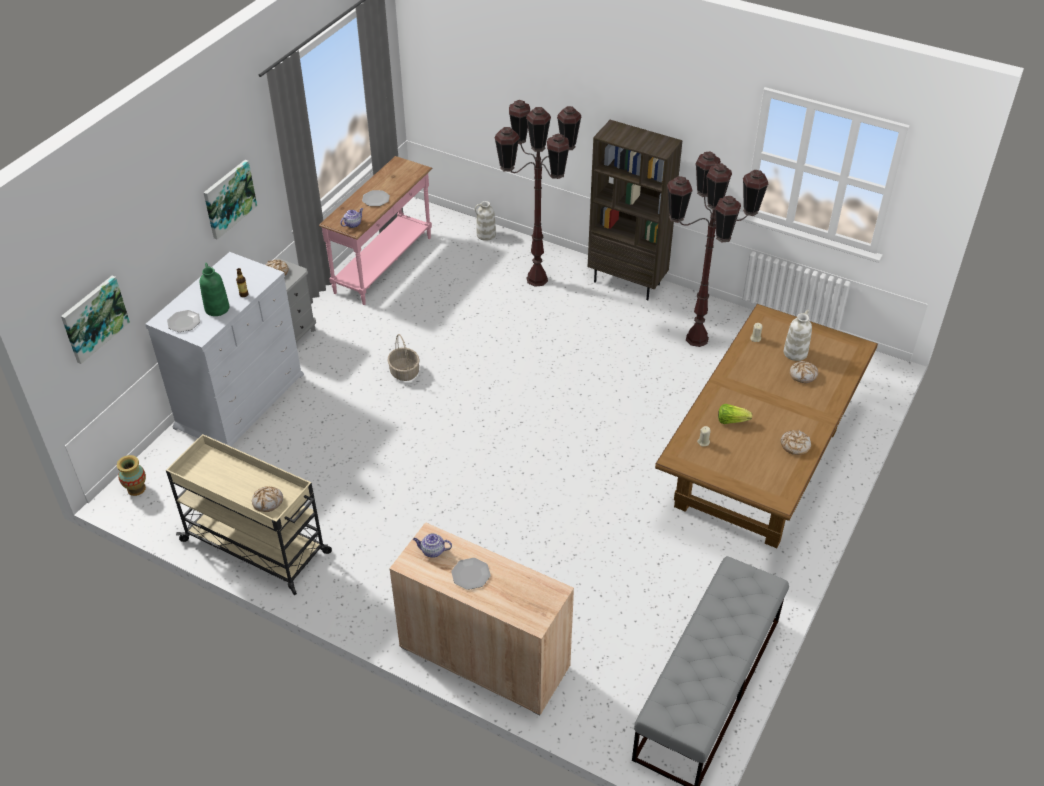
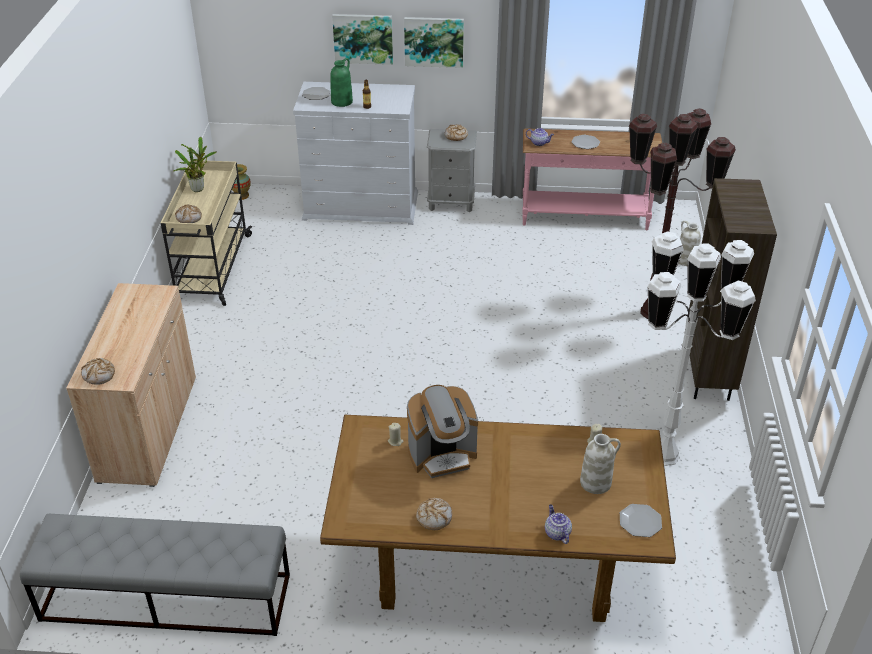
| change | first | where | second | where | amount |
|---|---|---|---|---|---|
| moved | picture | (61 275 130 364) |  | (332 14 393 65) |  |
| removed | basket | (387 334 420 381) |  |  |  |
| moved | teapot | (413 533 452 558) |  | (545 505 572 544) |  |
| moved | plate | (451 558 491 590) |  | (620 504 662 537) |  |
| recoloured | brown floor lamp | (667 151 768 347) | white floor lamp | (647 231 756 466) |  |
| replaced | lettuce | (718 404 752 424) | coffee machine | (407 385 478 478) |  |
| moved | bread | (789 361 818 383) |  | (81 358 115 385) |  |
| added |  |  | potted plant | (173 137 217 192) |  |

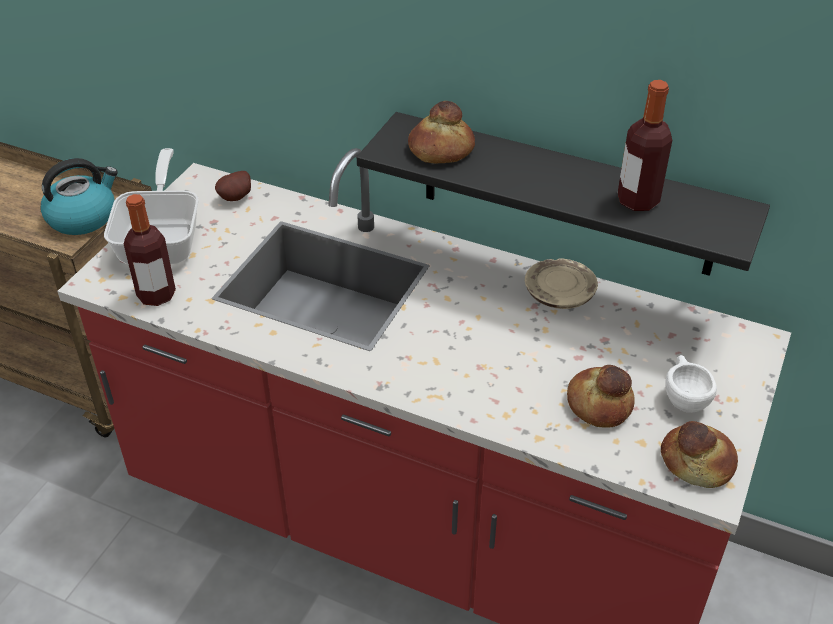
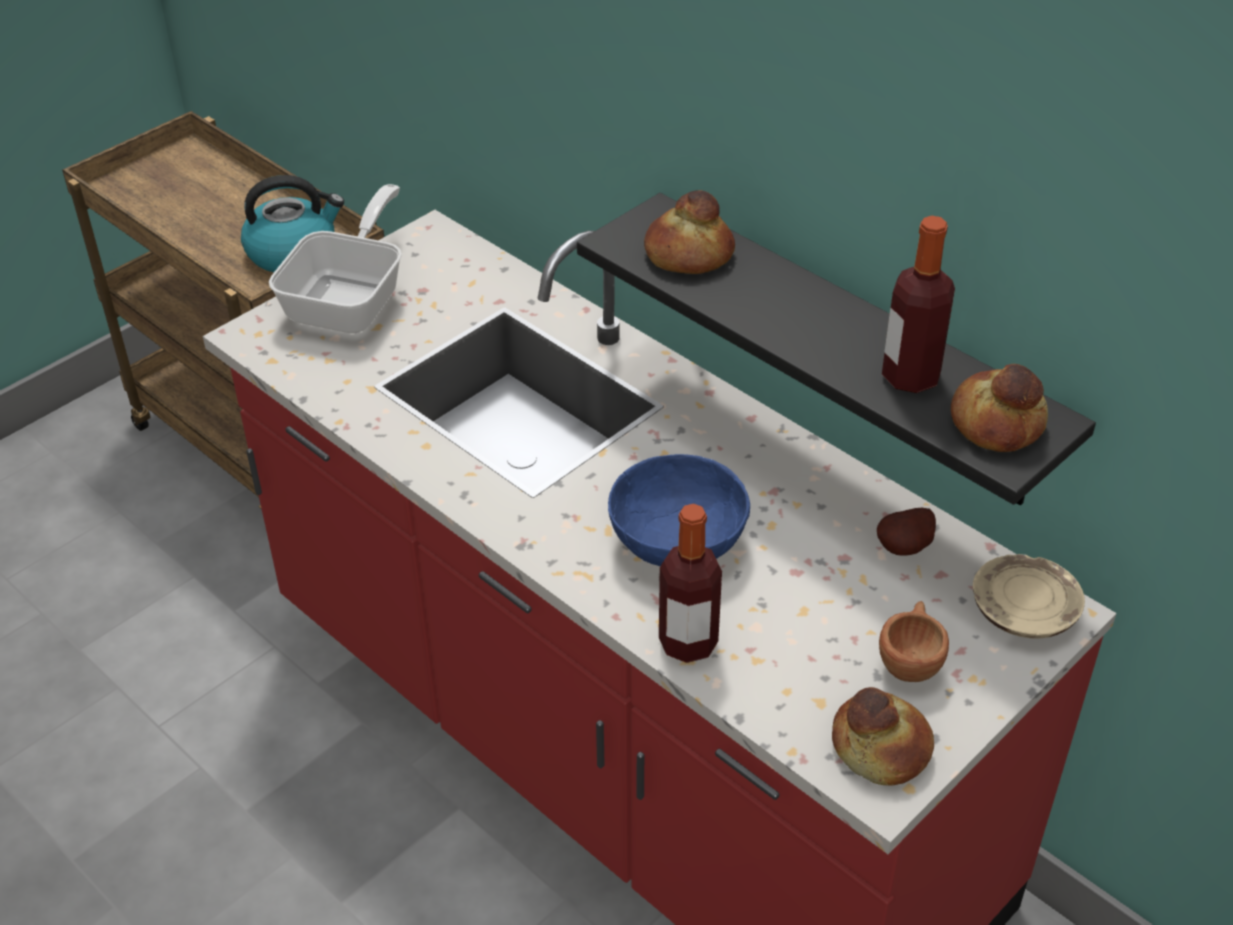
| change | first | where | second | where | amount |
|---|---|---|---|---|---|
| moved | bottle | (124 194 176 306) |  | (659 504 722 663) |  |
| moved | potato | (215 171 251 201) |  | (877 508 936 555) |  |
| moved | beige plate | (525 258 598 309) |  | (973 554 1085 638) |  |
| moved | bread | (567 365 635 428) |  | (951 364 1048 452) |  |
| recoloured | white cup | (665 355 717 413) | brown cup | (879 601 949 682) |  |
| added |  |  | blue bowl | (608 454 750 566) |  |

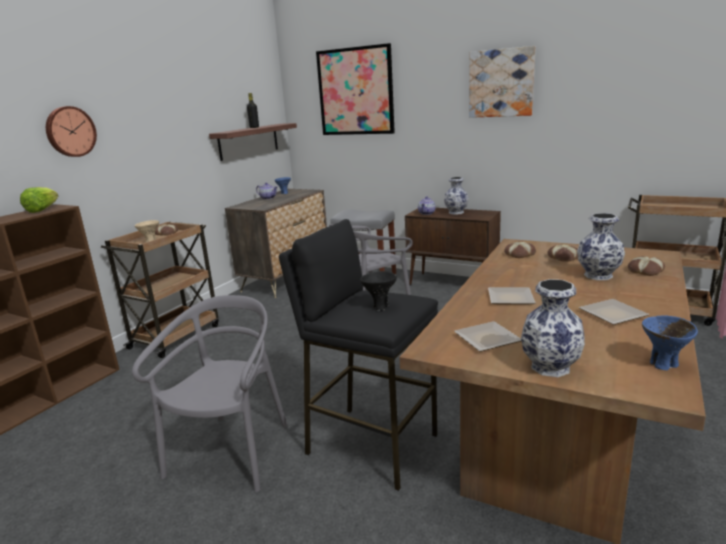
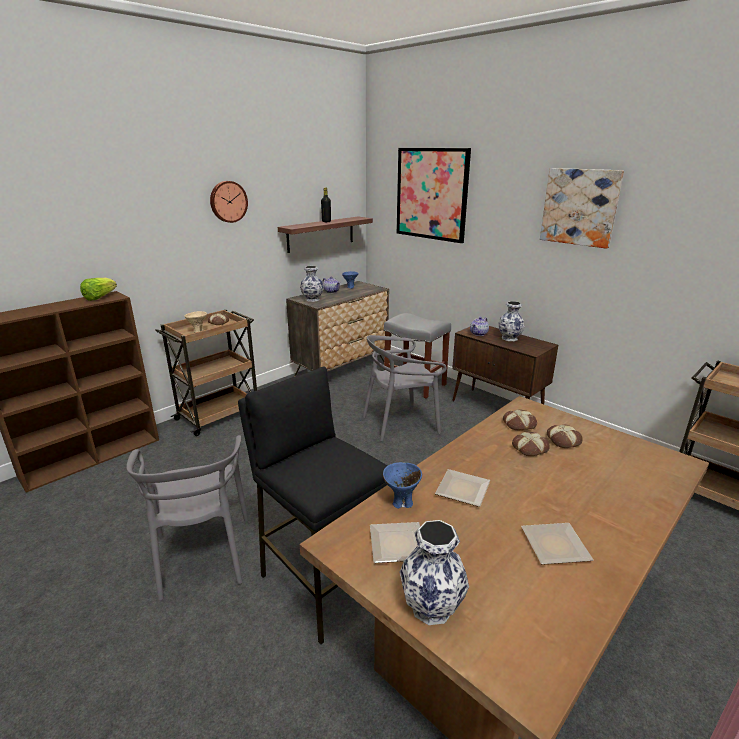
| change | first | where | second | where | amount |
|---|---|---|---|---|---|
| moved | wall clock | (46 106 97 157) |  | (210 181 248 223) |  |
| turned | grey chair | (132 295 288 492) |  | (126 435 249 600) | 135 degrees clockwise |
| removed | black bowl | (360 271 397 311) |  |  |  |
| moved | vase | (577 213 625 280) |  | (300 266 323 302) |  |
| moved | bread | (628 256 665 276) |  | (512 432 550 456) |  |
| moved | blue bowl | (642 316 698 370) |  | (383 462 422 508) |  |

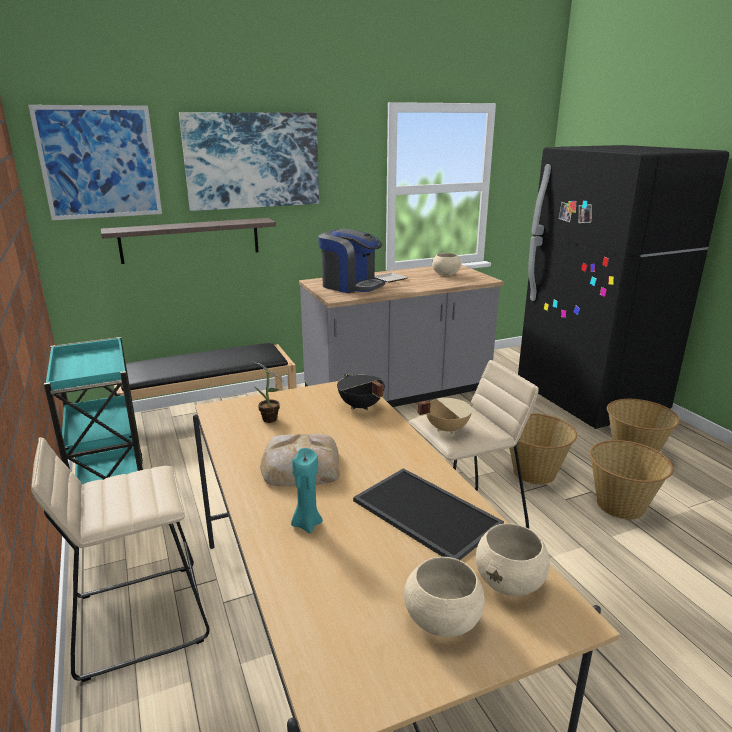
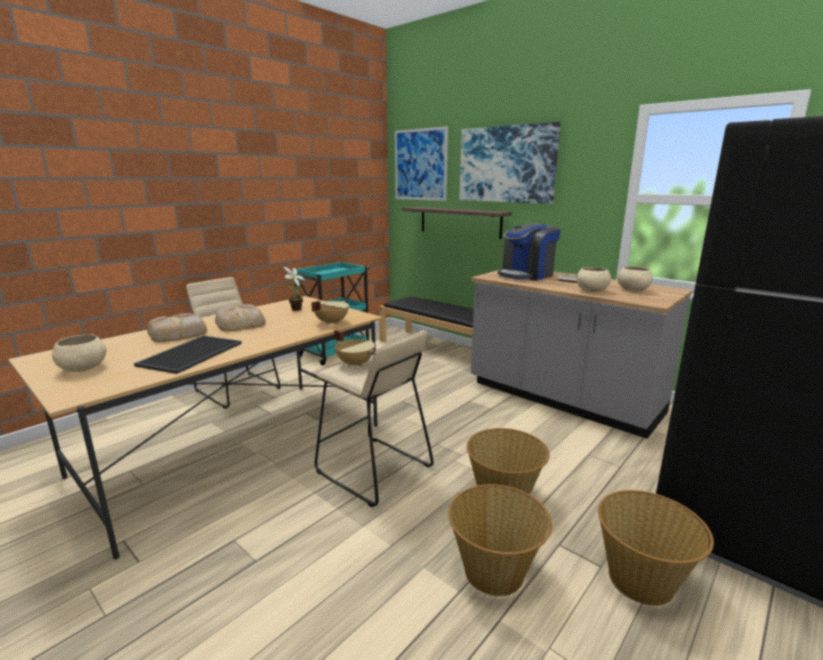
| change | first | where | second | where | amount |
|---|---|---|---|---|---|
| replaced | turquoise candle | (291 448 323 533) | bread | (147 313 207 342) |  |
| turned | coffee machine | (318 229 385 293) |  | (498 223 561 281) | 45 degrees clockwise |
| recoloured | black cooking pot | (337 374 385 410) | beige cooking pot | (311 301 349 325) |  |
| moved | beige bowl | (476 523 550 596) |  | (576 267 611 292) |  |

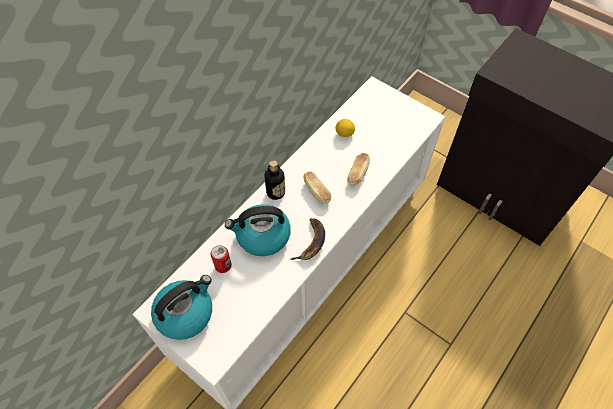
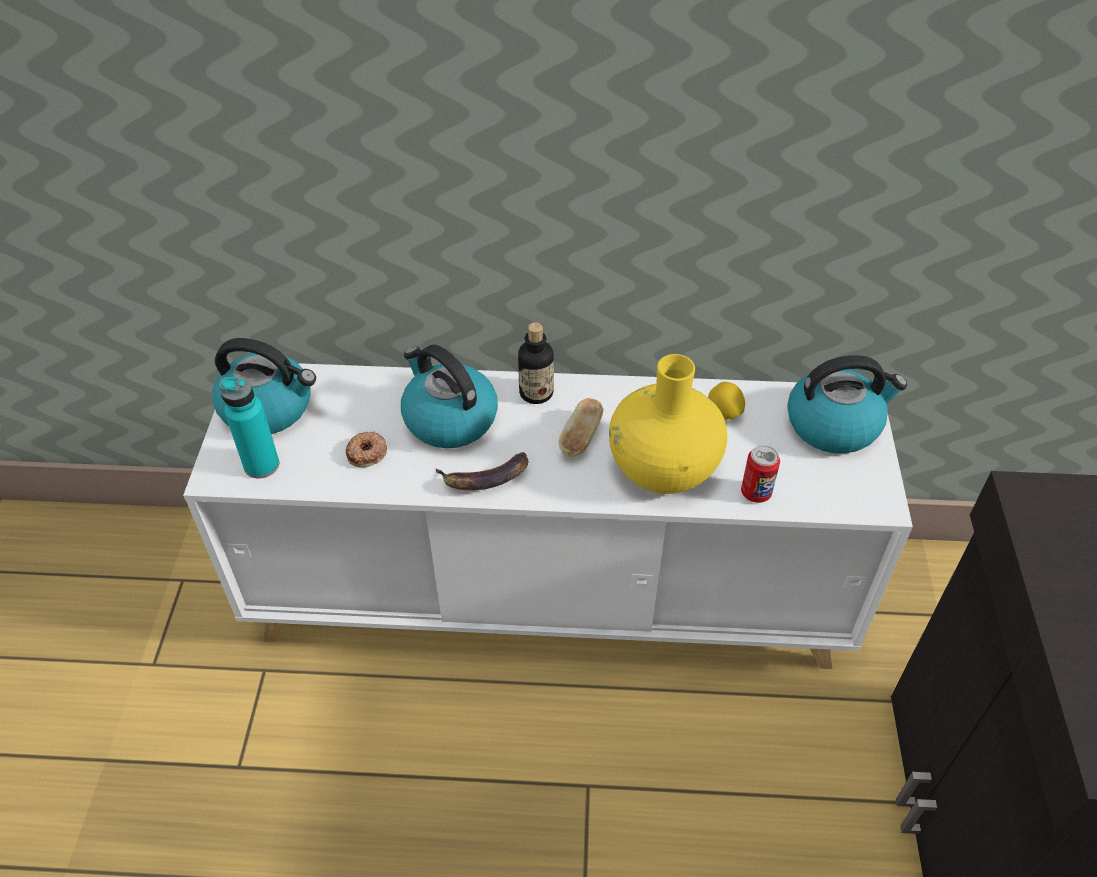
| change | first | where | second | where | amount |
|---|---|---|---|---|---|
| moved | can | (211 245 232 273) |  | (741 445 780 503) |  |
| replaced | bread | (347 153 370 185) | yellow vase | (609 354 727 494) |  |
| added |  |  | turquoise bottle | (219 377 279 479) |  |
| added |  |  | donut | (346 432 387 467) |  |
| added |  |  | kettle | (787 355 907 454) |  |

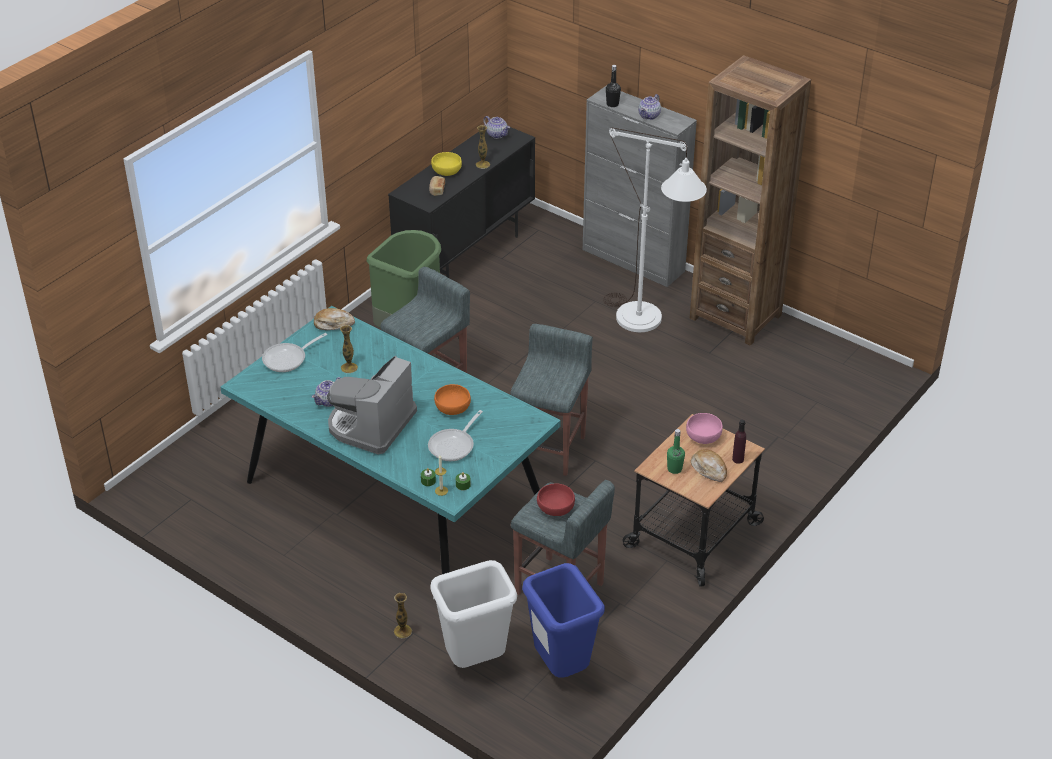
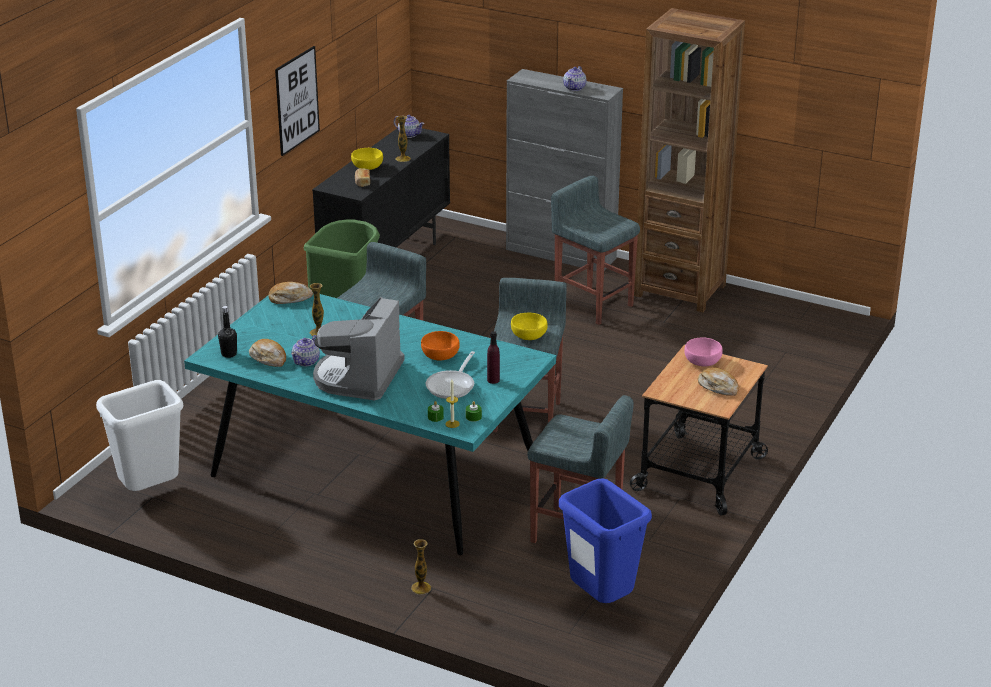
| change | first | where | second | where | amount |
|---|---|---|---|---|---|
| removed | frying pan | (262 333 327 372) |  |  |  |
| moved | white trash can | (430 560 517 668) |  | (96 380 183 491) |  |
| removed | red bowl | (537 484 575 516) |  |  |  |
| replaced | white floor lamp | (603 128 707 332) | grey stool | (551 176 640 325) |  |
| moved | black bottle | (606 65 621 107) |  | (218 306 237 358) |  |
| removed | green bottle | (667 429 685 474) |  |  |  |
| moved | purple bottle | (732 420 746 464) |  | (487 331 500 384) |  |
| added |  |  | bread | (249 339 286 367) |  |
| added |  |  | picture | (275 46 320 156) |  |
| added |  |  | yellow bowl | (511 313 548 340) |  |

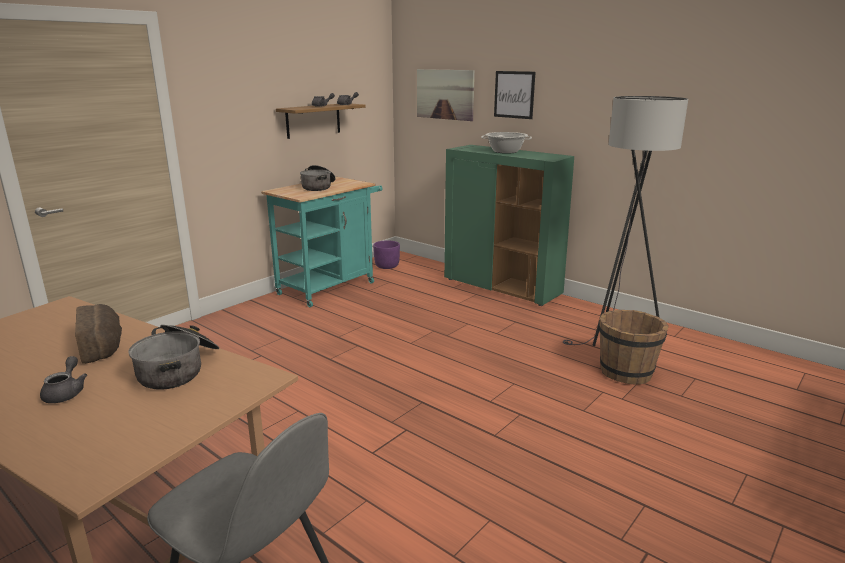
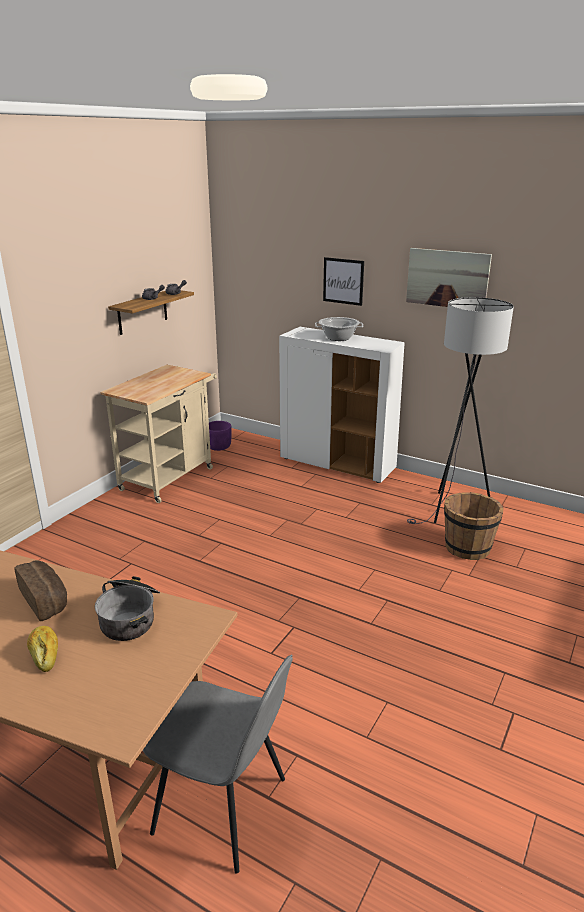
| change | first | where | second | where | amount |
|---|---|---|---|---|---|
| replaced | grey teapot | (40 356 87 403) | bread | (27 626 58 672) |  |
| recoloured | turquoise cart | (261 177 383 307) | beige cart | (100 365 217 503) |  |
| removed | cooking pot | (300 165 336 191) |  |  |  |
| moved | picture | (417 69 475 121) |  | (406 248 492 307) |  |
| recoloured | green cabinet | (444 145 574 306) | white cabinet | (279 327 405 483) |  |

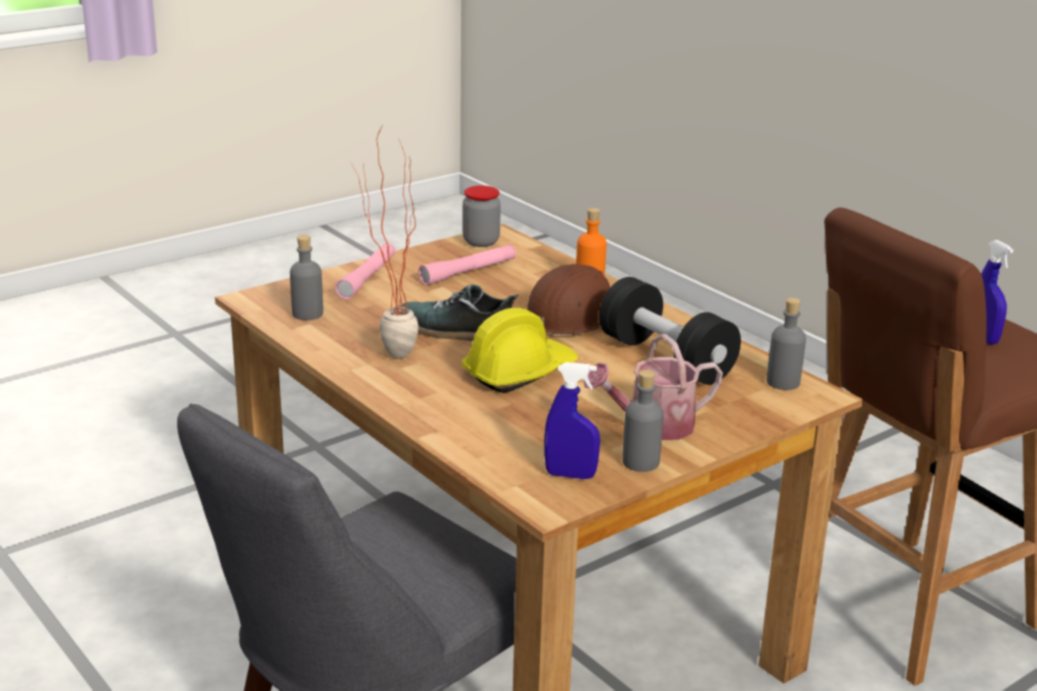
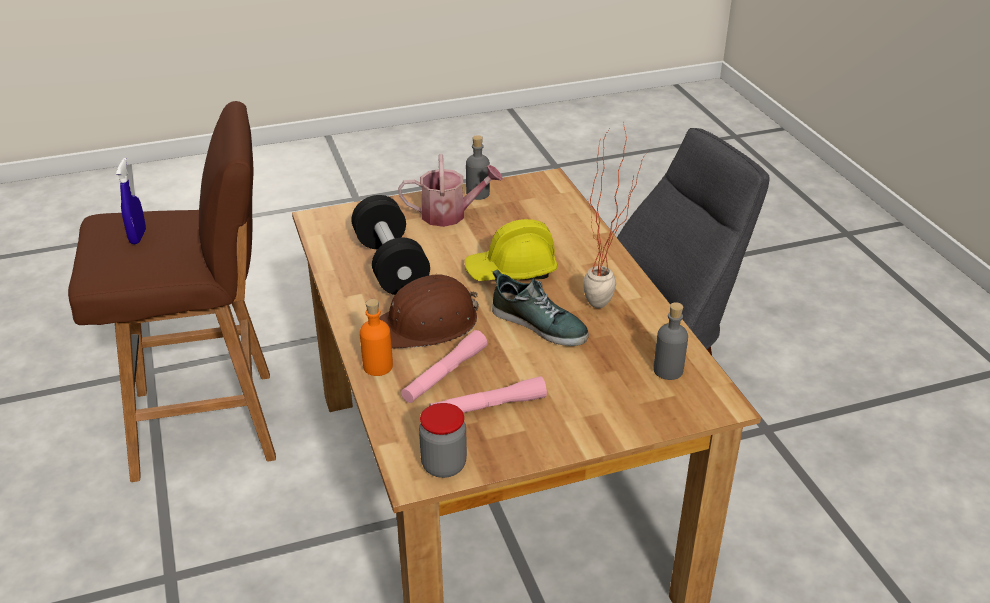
| change | first | where | second | where | amount |
|---|---|---|---|---|---|
| moved | pink flashlight | (335 243 396 299) |  | (401 330 487 403) |  |
| removed | blue spray bottle | (544 362 600 479) |  |  |  |
| removed | grey bottle | (766 298 806 390) |  |  |  |

